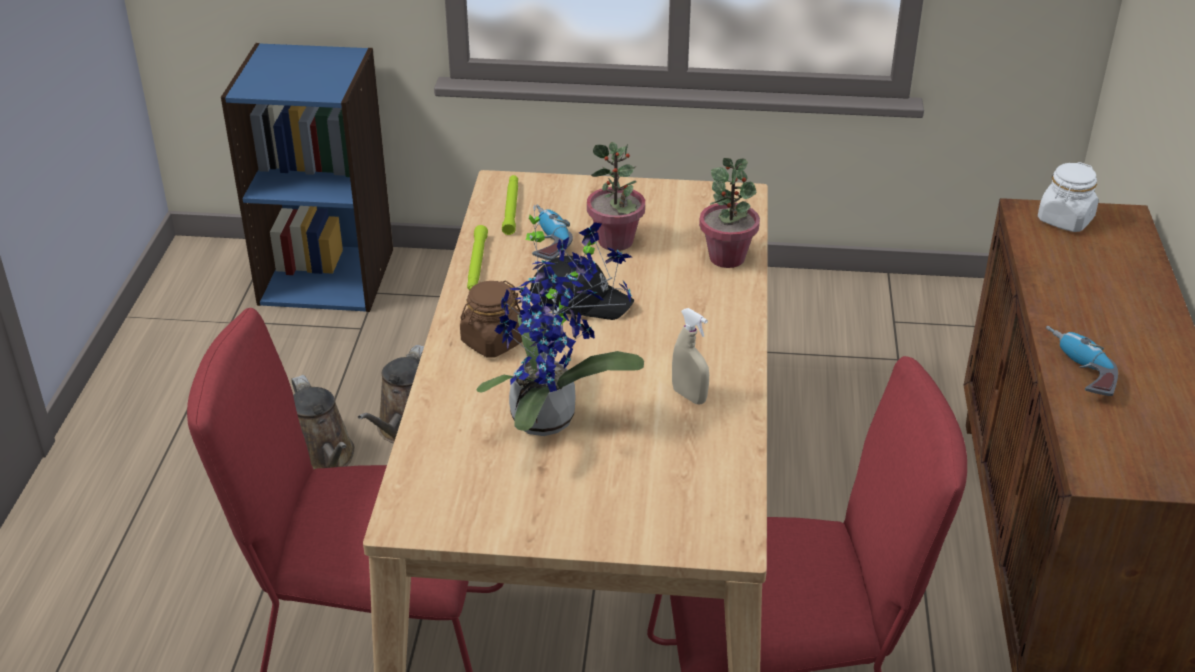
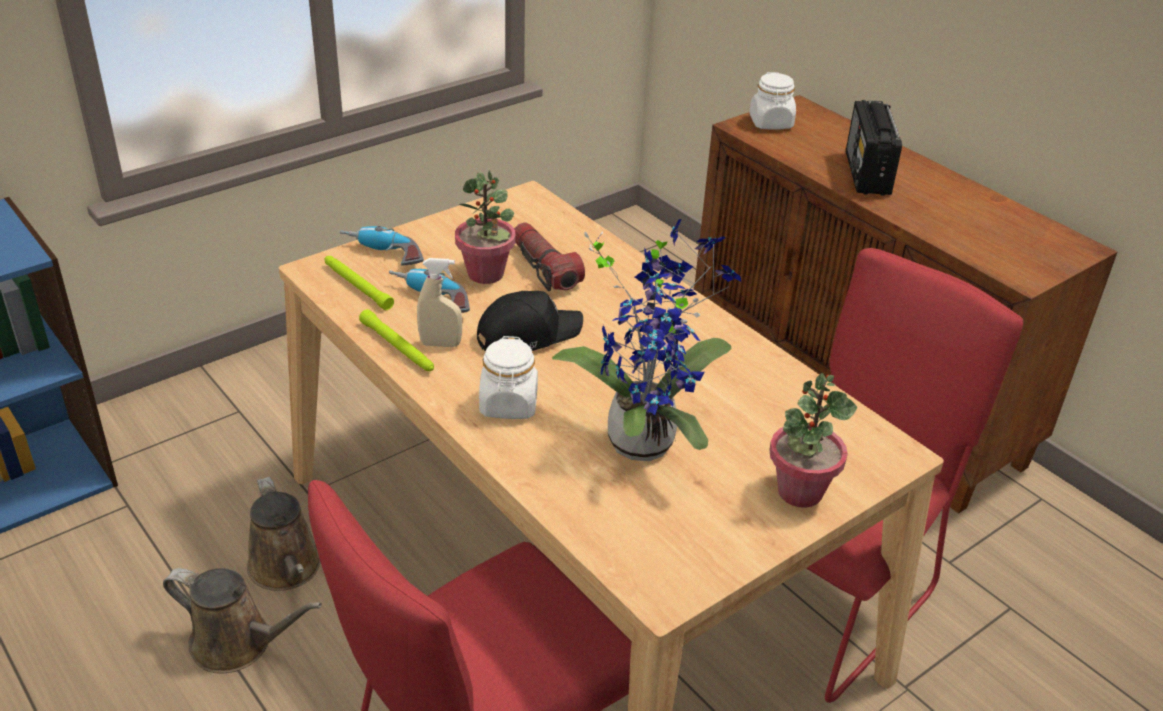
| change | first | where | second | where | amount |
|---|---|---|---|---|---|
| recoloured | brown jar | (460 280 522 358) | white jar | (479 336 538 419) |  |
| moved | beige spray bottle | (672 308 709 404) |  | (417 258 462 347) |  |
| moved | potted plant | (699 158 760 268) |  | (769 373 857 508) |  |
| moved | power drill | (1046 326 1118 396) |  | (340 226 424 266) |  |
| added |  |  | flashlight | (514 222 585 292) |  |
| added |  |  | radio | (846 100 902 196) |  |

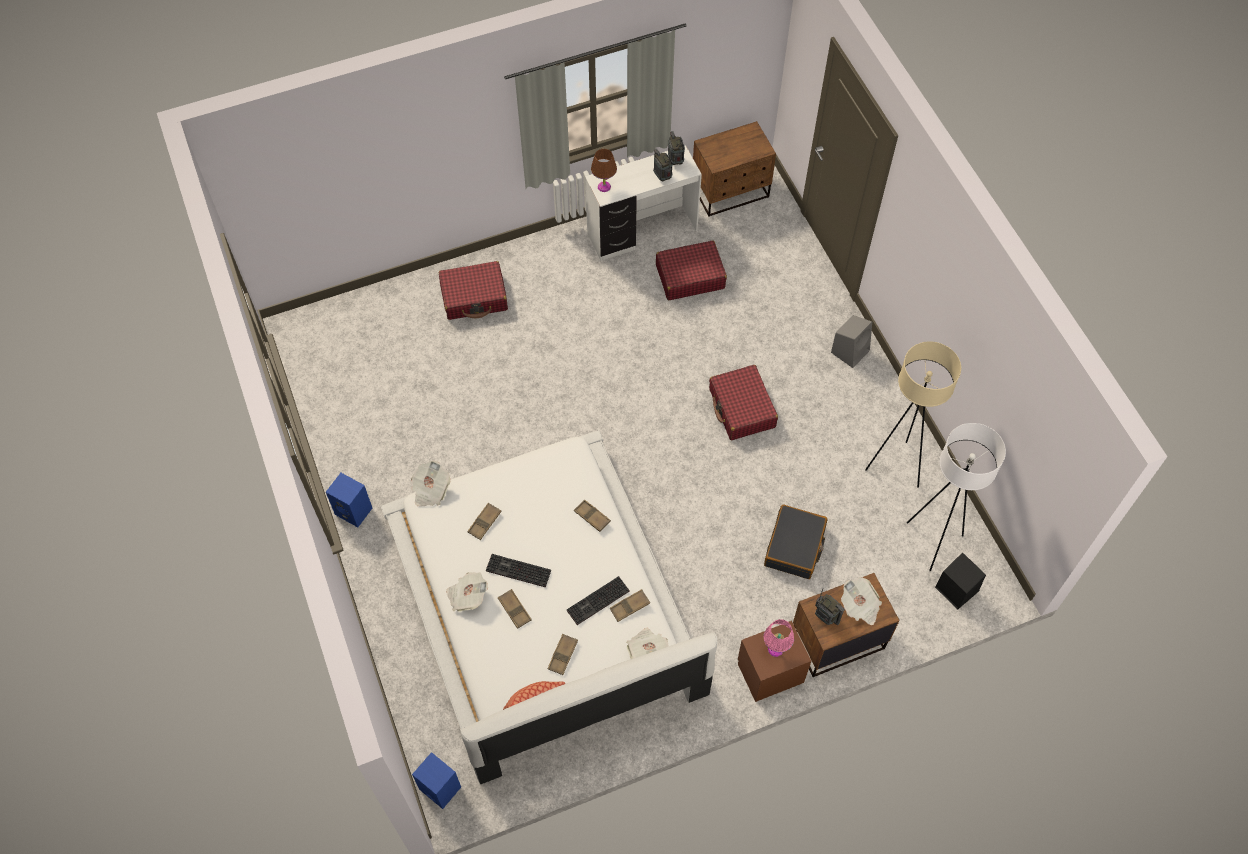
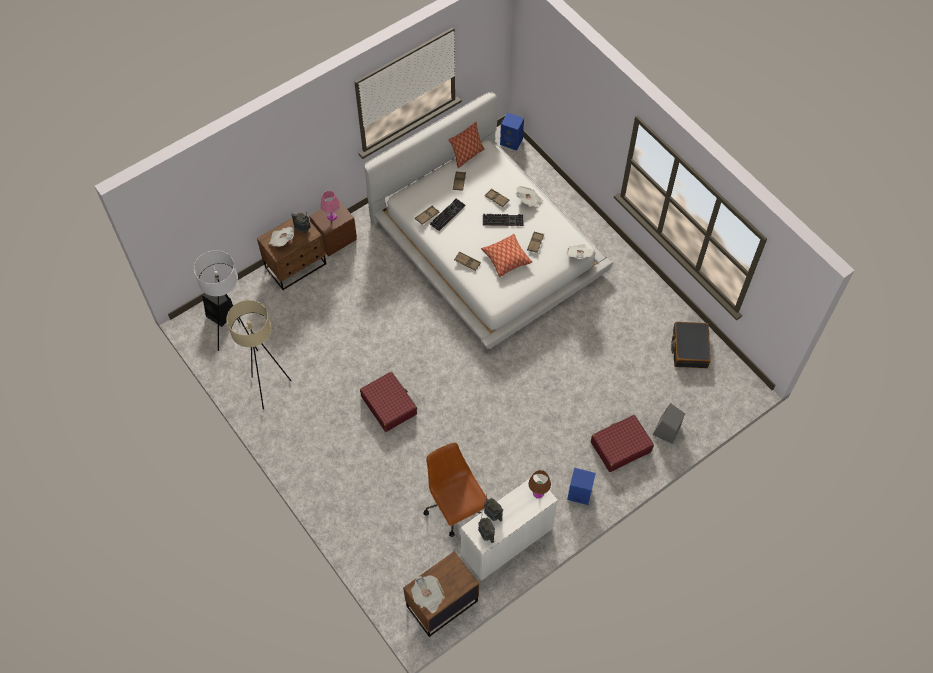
| change | first | where | second | where | amount |
|---|---|---|---|---|---|
| moved | blue speaker | (326 473 372 527) |  | (567 468 596 505) |  |
| moved | newspaper | (626 628 668 659) |  | (411 575 445 613) |  |
| replaced | red suitcase | (656 240 727 300) | brown office chair | (424 443 486 537) |  |
| moved | black suitcase | (764 505 827 579) |  | (671 322 711 368) |  |
| moved | grey speaker | (831 315 872 368) |  | (652 403 685 443) |  |
| added |  |  | pillow | (481 234 532 277) |  |

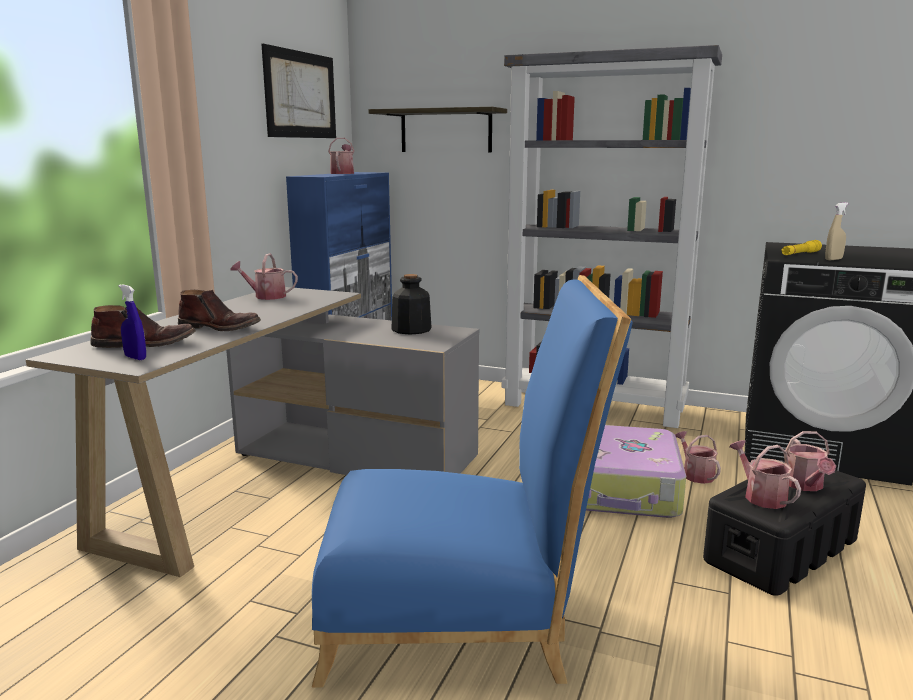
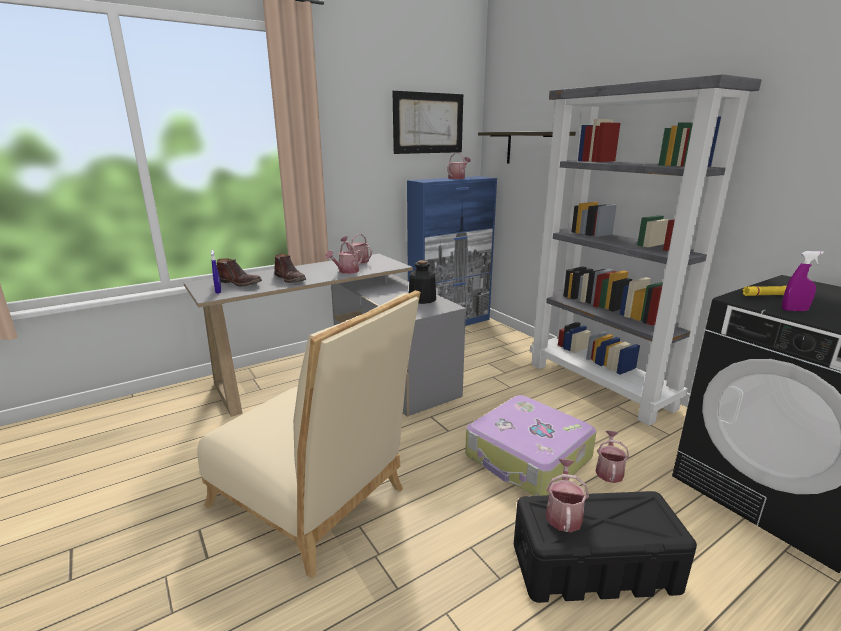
| change | first | where | second | where | amount |
|---|---|---|---|---|---|
| recoloured | blue chair | (312 275 633 688) | beige chair | (197 290 421 578) |  |
| moved | watering can | (785 431 836 491) |  | (325 241 363 274) |  |
| recoloured | beige spray bottle | (825 202 848 260) | purple spray bottle | (782 251 824 311) |  |

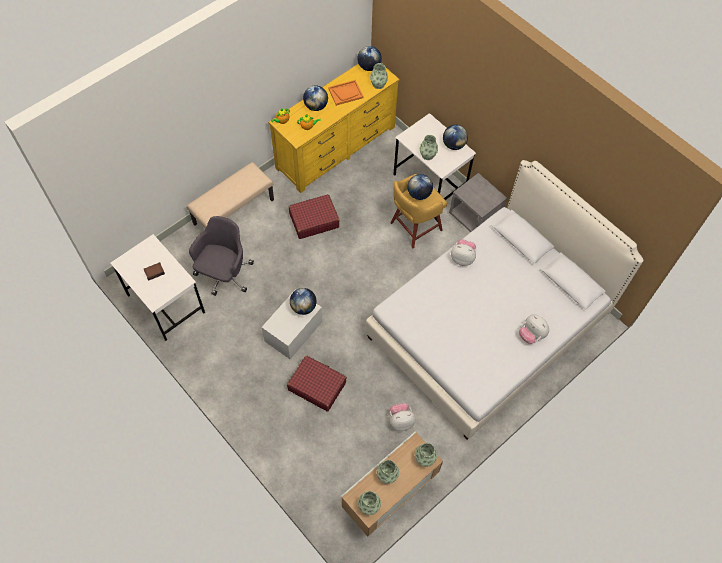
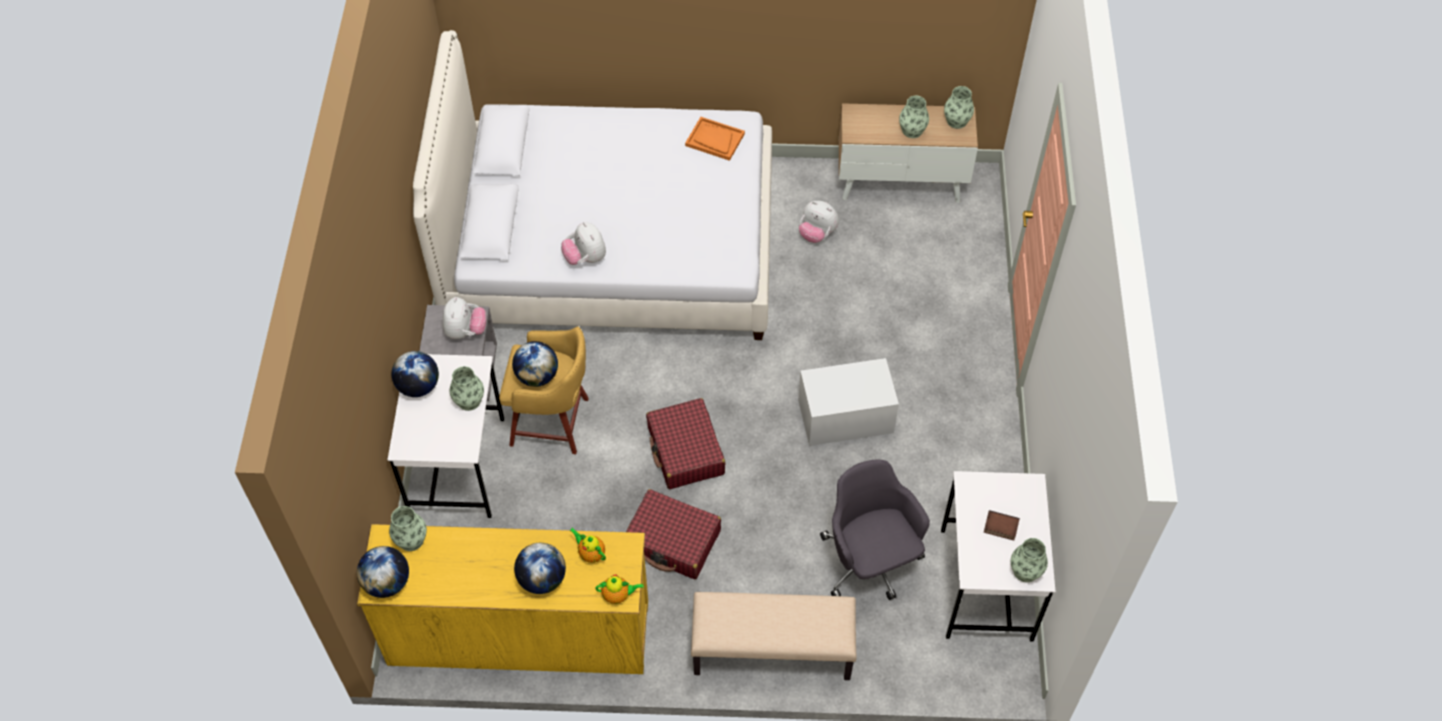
| change | first | where | second | where | amount |
|---|---|---|---|---|---|
| turned | grey office chair | (189 216 254 296) |  | (820 460 930 600) | 90 degrees clockwise |
| moved | red suitcase | (287 355 347 412) |  | (646 398 725 489) |  |
| removed | globe | (290 288 317 315) |  |  |  |
| moved | orange tray | (328 80 363 106) |  | (685 117 745 161) |  |
| moved | vase | (415 443 437 467) |  | (1011 538 1048 582) |  |
| moved | plush toy | (519 314 549 344) |  | (443 297 486 339) |  |

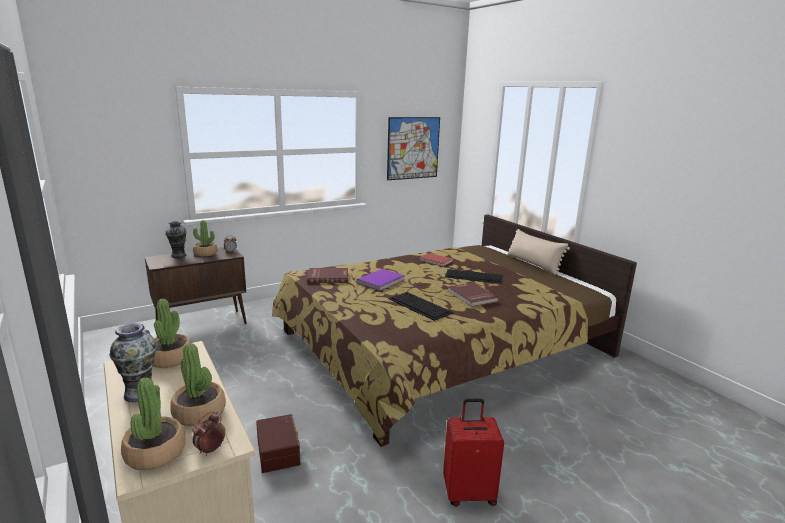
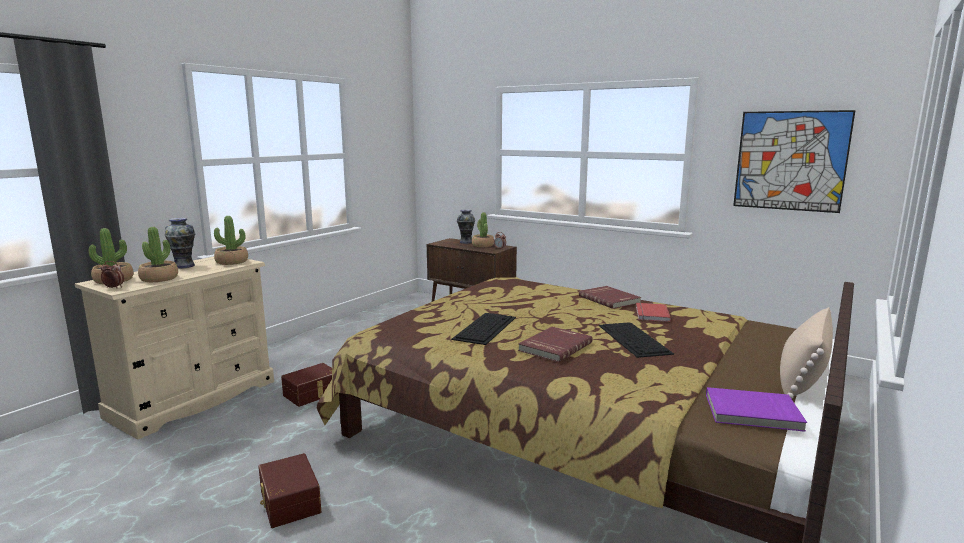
| change | first | where | second | where | amount |
|---|---|---|---|---|---|
| moved | red book | (307 268 348 283) |  | (579 286 641 309) |  |
| moved | purple book | (356 269 405 291) |  | (706 387 807 432) |  |
| replaced | red suitcase | (443 399 504 506) | brown storage box | (258 453 321 528) |  |

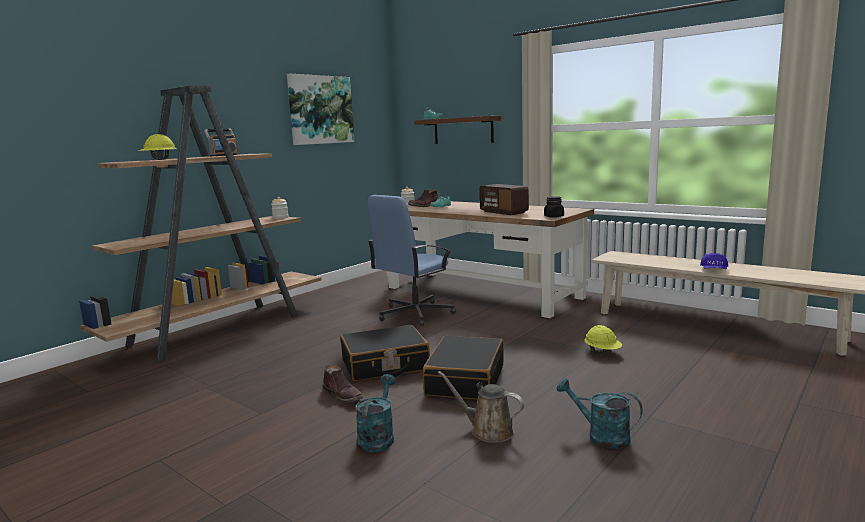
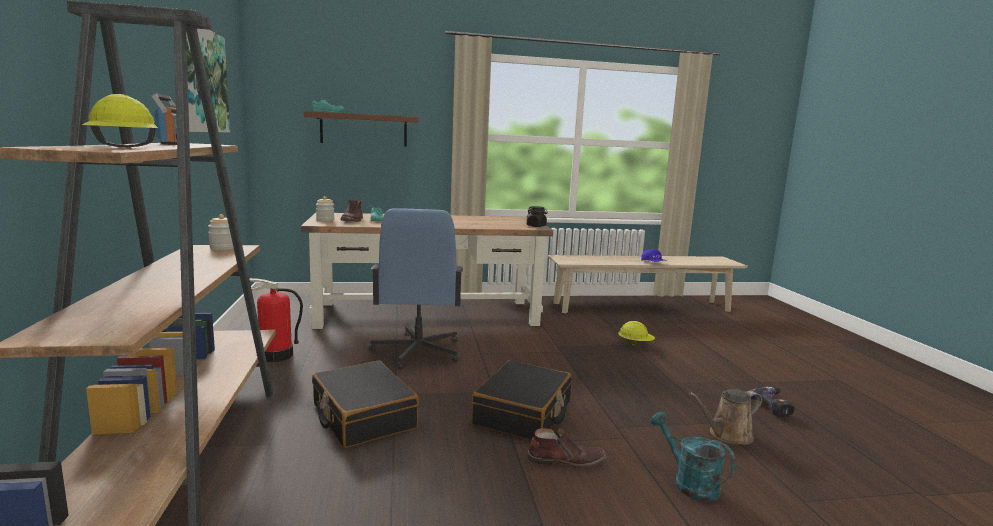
| change | first | where | second | where | amount |
|---|---|---|---|---|---|
| moved | black suitcase | (423 336 504 400) |  | (312 360 419 448) |  |
| removed | radio | (479 184 529 215) |  |  |  |
| replaced | turquoise watering can | (556 378 643 449) | power drill | (749 387 794 417) |  |
| added |  |  | fire extinguisher | (242 278 303 362) |  |

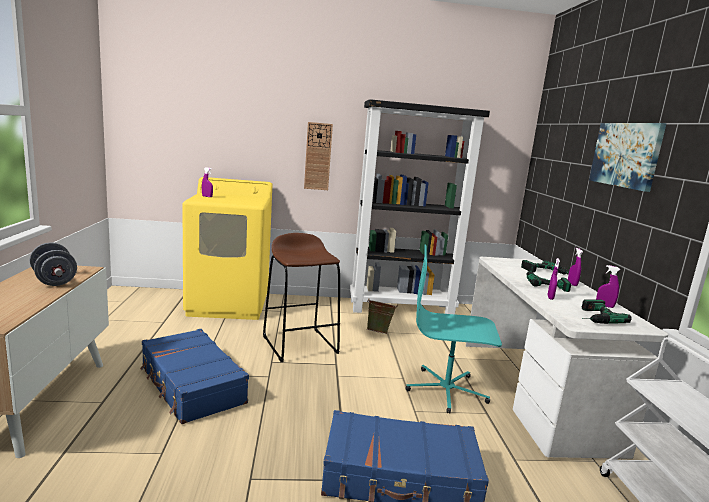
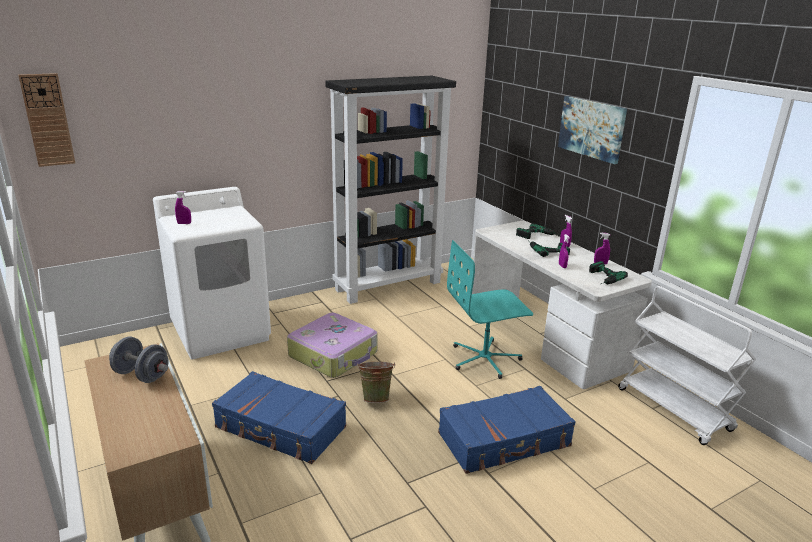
| change | first | where | second | where | amount |
|---|---|---|---|---|---|
| recoloured | yellow washing machine | (182 177 272 320) | white washing machine | (153 187 271 359) |  |
| replaced | brown stool | (263 233 340 362) | suitcase | (287 313 378 378) |  |
| moved | wall clock | (304 122 333 190) |  | (18 73 75 167) |  |
| moved | green bucket | (367 299 398 334) |  | (357 362 395 403) |  |

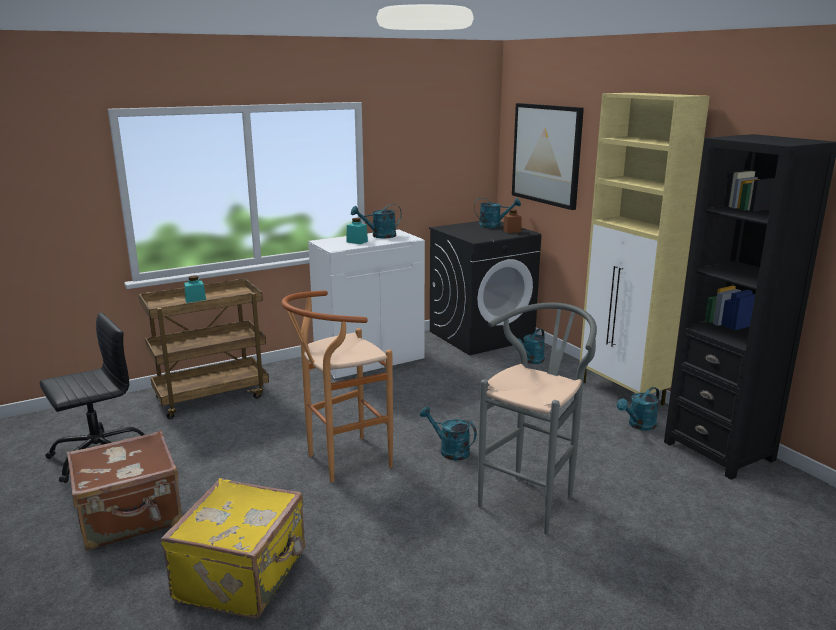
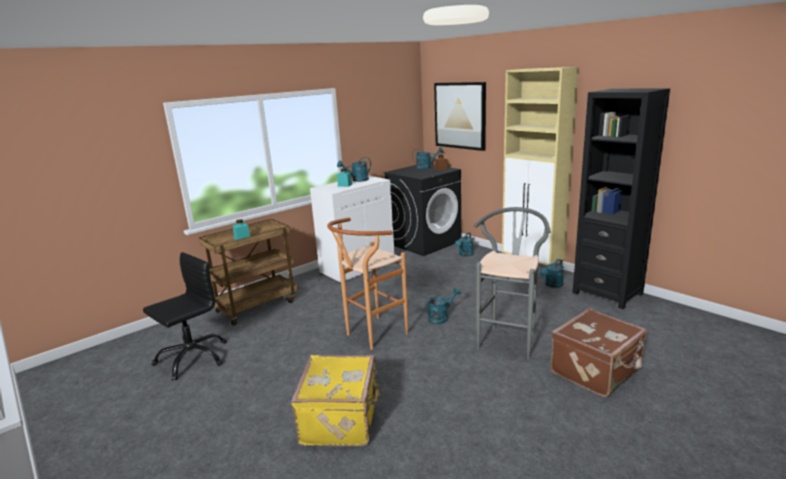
| change | first | where | second | where | amount |
|---|---|---|---|---|---|
| moved | brown suitcase | (67 430 182 550) |  | (550 308 647 397) |  |
| turned | turquoise watering can | (420 407 477 460) |  | (425 287 461 324) | 120 degrees clockwise |

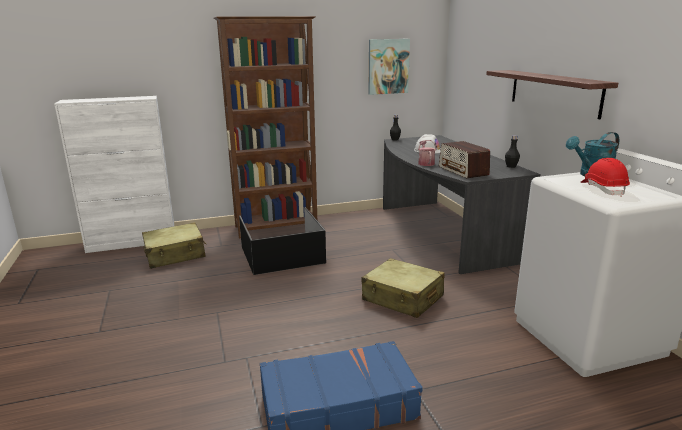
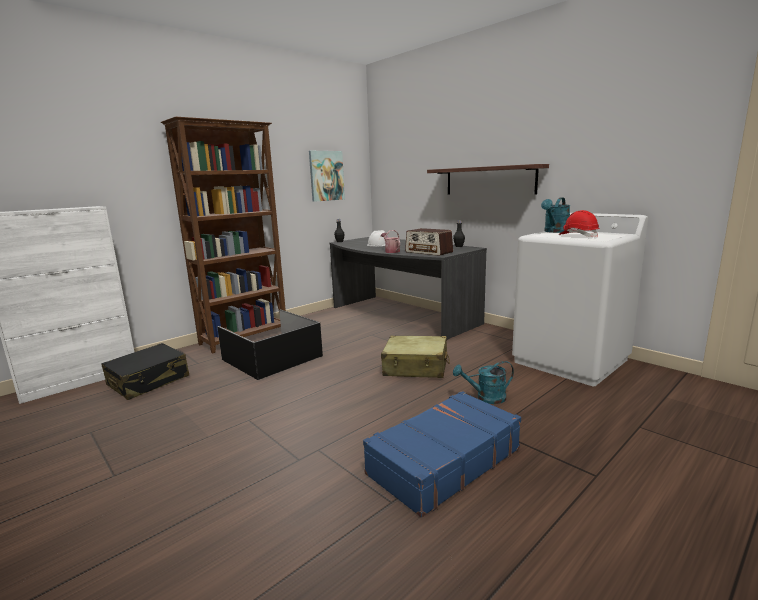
| change | first | where | second | where | amount |
|---|---|---|---|---|---|
| recoloured | beige suitcase | (142 222 206 269) | black suitcase | (101 343 189 400) |  |
| added |  |  | turquoise watering can | (453 361 514 404) |  |

